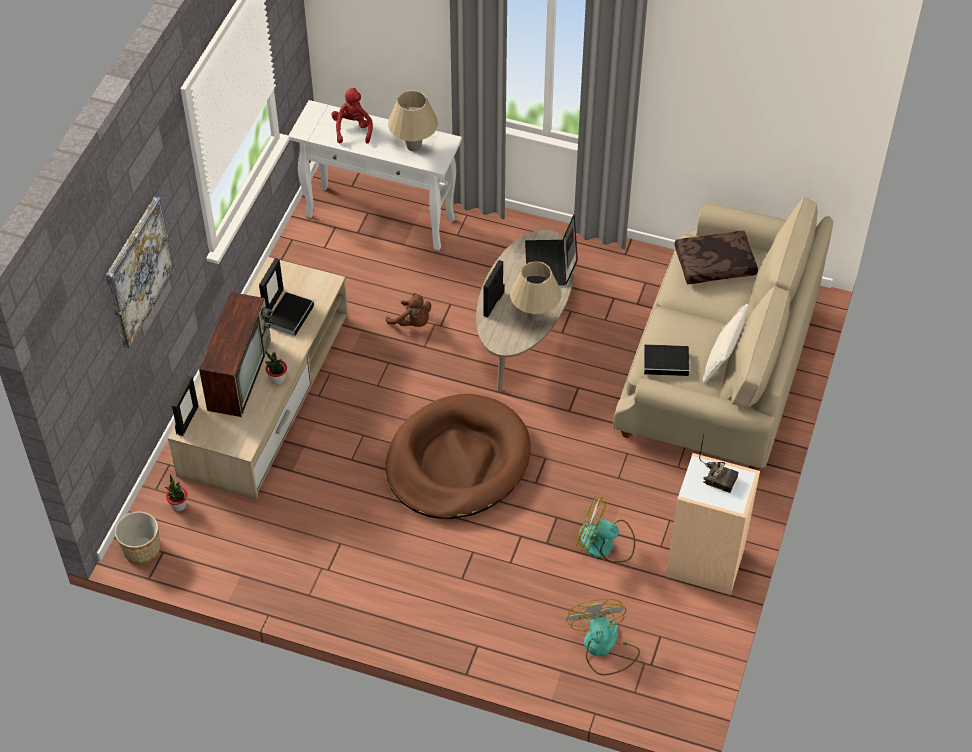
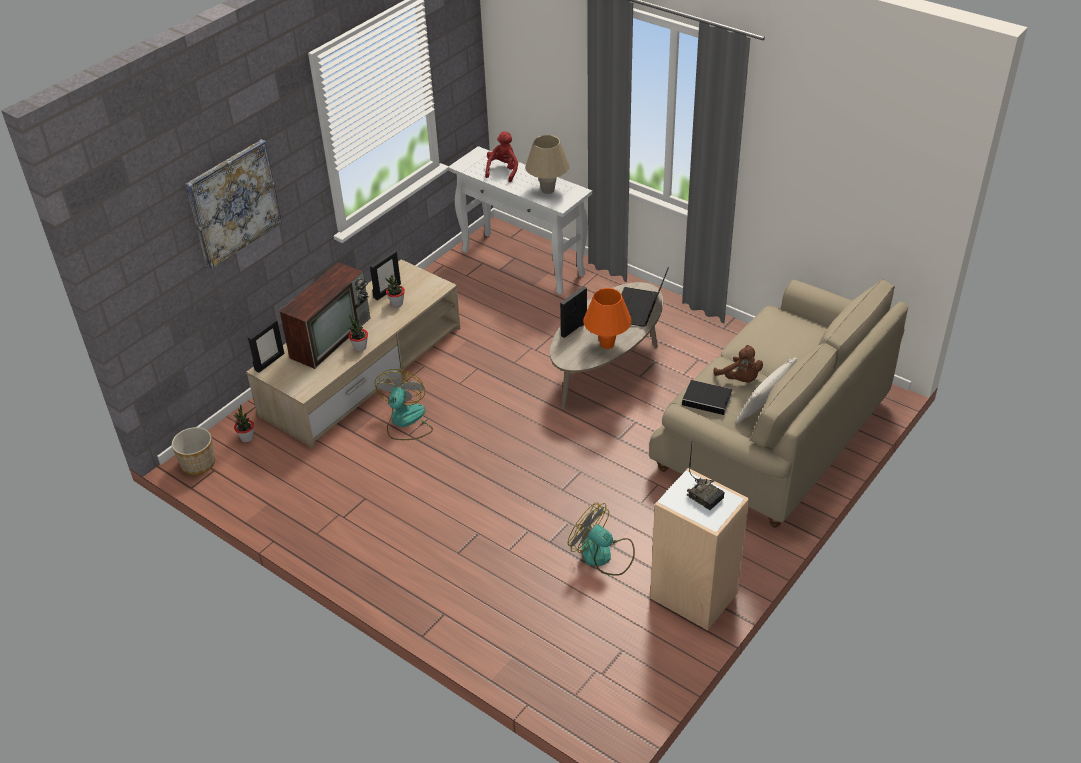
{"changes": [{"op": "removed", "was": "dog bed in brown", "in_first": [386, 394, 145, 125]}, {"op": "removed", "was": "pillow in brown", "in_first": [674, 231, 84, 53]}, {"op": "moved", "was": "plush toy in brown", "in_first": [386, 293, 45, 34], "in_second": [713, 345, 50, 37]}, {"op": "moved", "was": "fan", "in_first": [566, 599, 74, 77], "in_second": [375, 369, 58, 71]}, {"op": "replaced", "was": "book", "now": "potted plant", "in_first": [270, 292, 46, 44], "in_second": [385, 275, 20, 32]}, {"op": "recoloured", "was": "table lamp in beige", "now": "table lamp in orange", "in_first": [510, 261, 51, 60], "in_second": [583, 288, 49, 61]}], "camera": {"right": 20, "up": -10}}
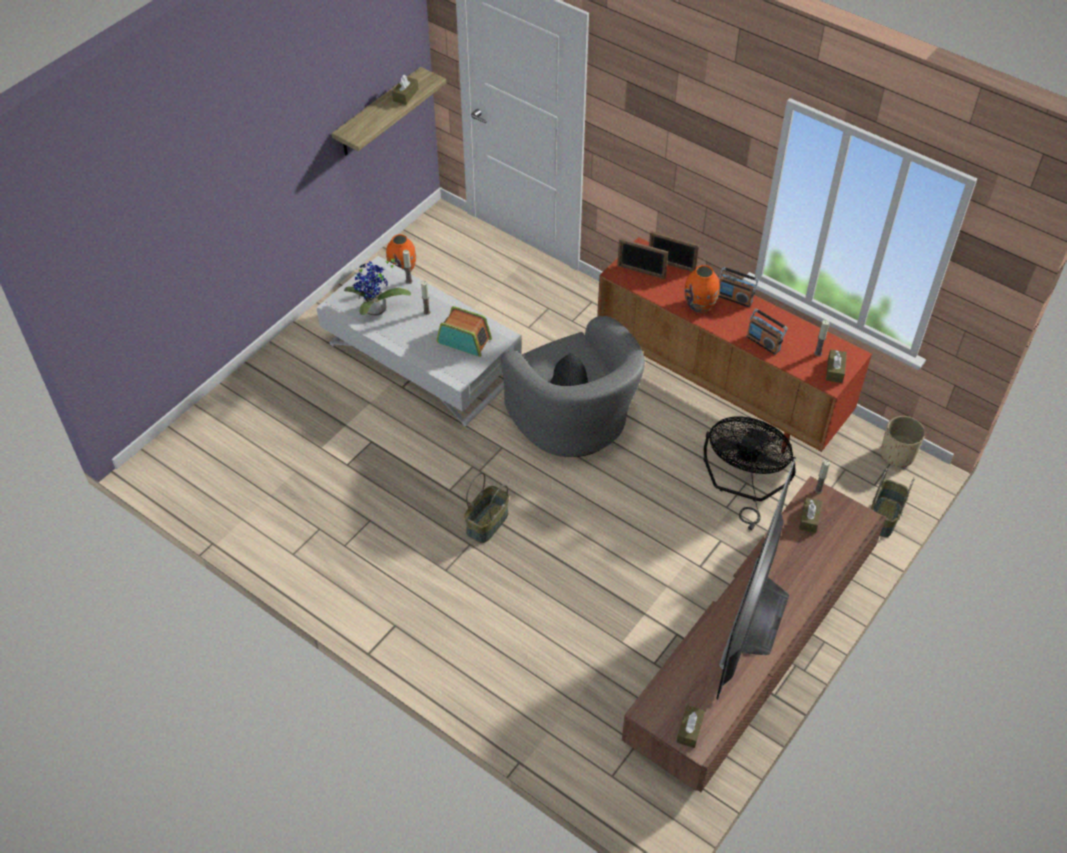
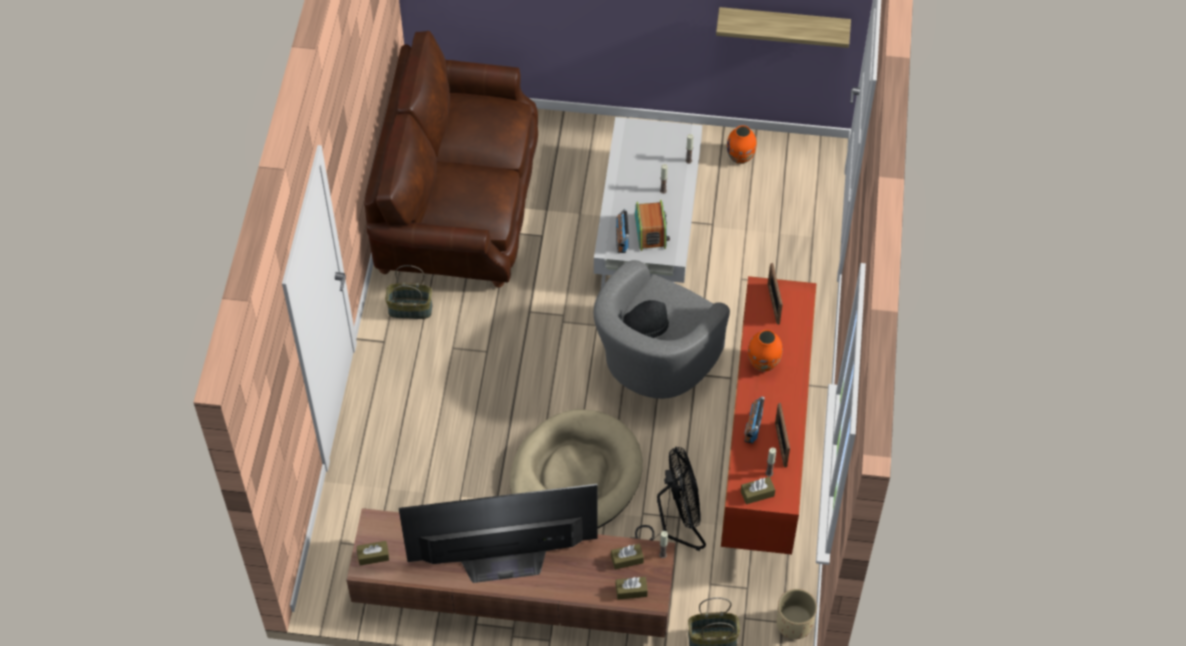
{"changes": [{"op": "removed", "was": "potted plant", "in_first": [344, 259, 67, 57]}, {"op": "added", "now": "sofa in brown", "in_second": [364, 31, 174, 257]}, {"op": "added", "now": "dog bed in beige", "in_second": [510, 409, 133, 120]}, {"op": "moved", "was": "tissue box in brown", "in_first": [392, 75, 26, 30], "in_second": [615, 577, 33, 23]}, {"op": "moved", "was": "basket", "in_first": [464, 473, 45, 70], "in_second": [385, 265, 47, 54]}, {"op": "moved", "was": "picture frame", "in_first": [649, 231, 50, 41], "in_second": [775, 403, 15, 64]}, {"op": "moved", "was": "radio", "in_first": [718, 267, 41, 40], "in_second": [616, 209, 13, 44]}], "camera": {"right": 60, "up": 5}}
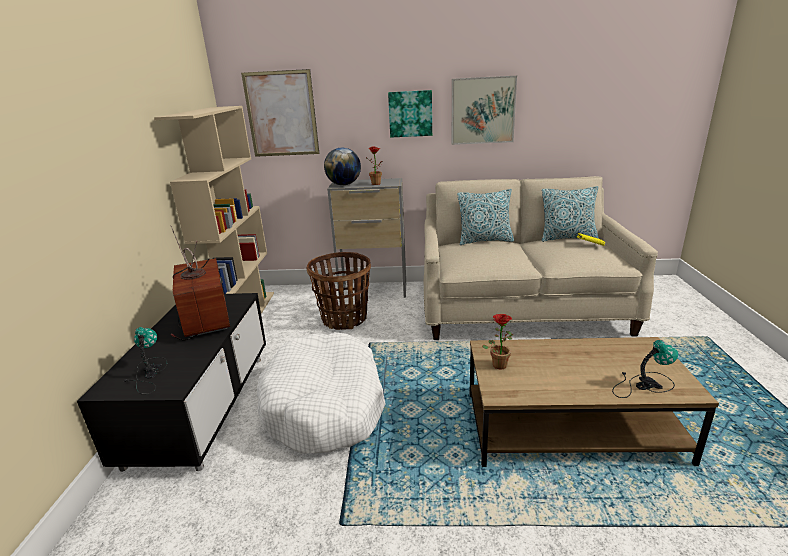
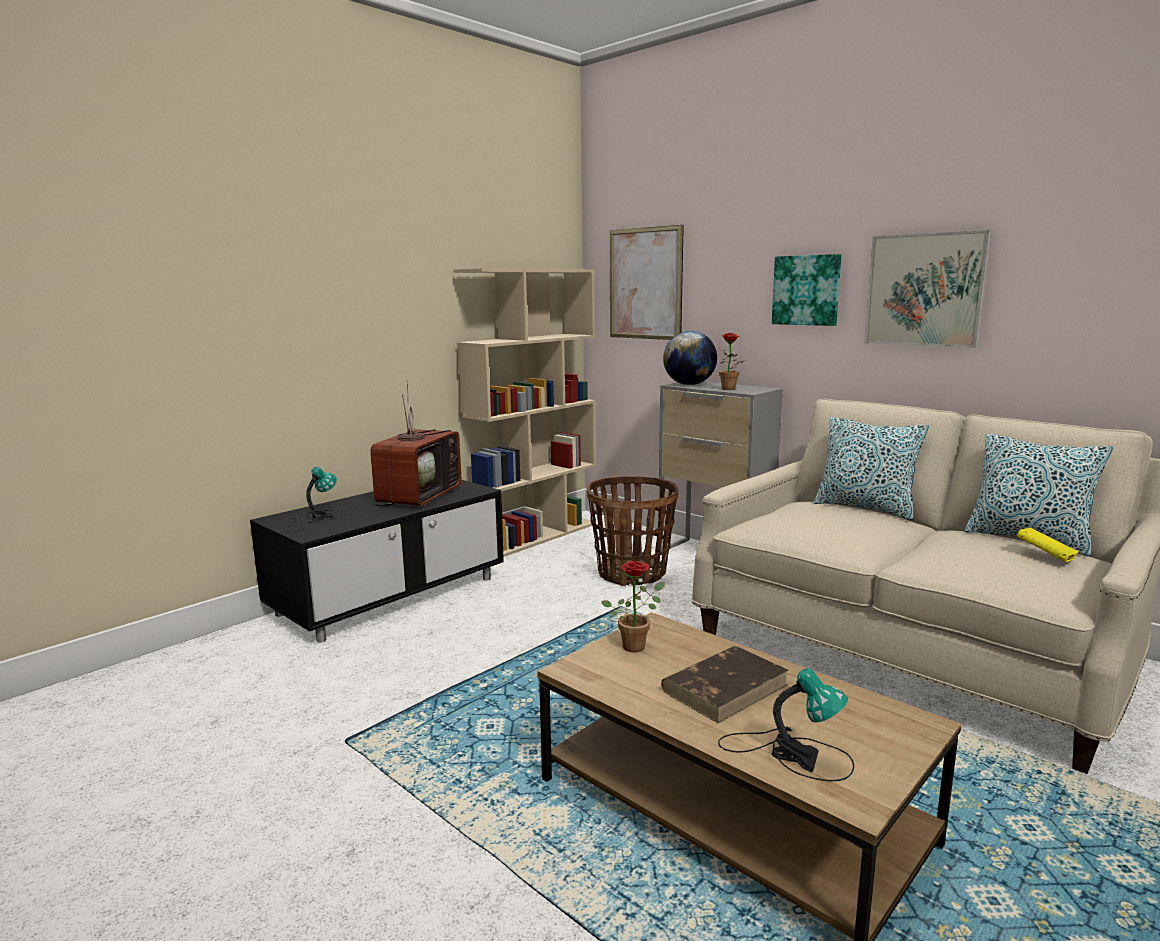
{"changes": [{"op": "removed", "was": "dog bed in white", "in_first": [257, 332, 129, 121]}, {"op": "added", "now": "book in brown", "in_second": [661, 646, 128, 77]}], "camera": {"right": 40, "up": -10}}
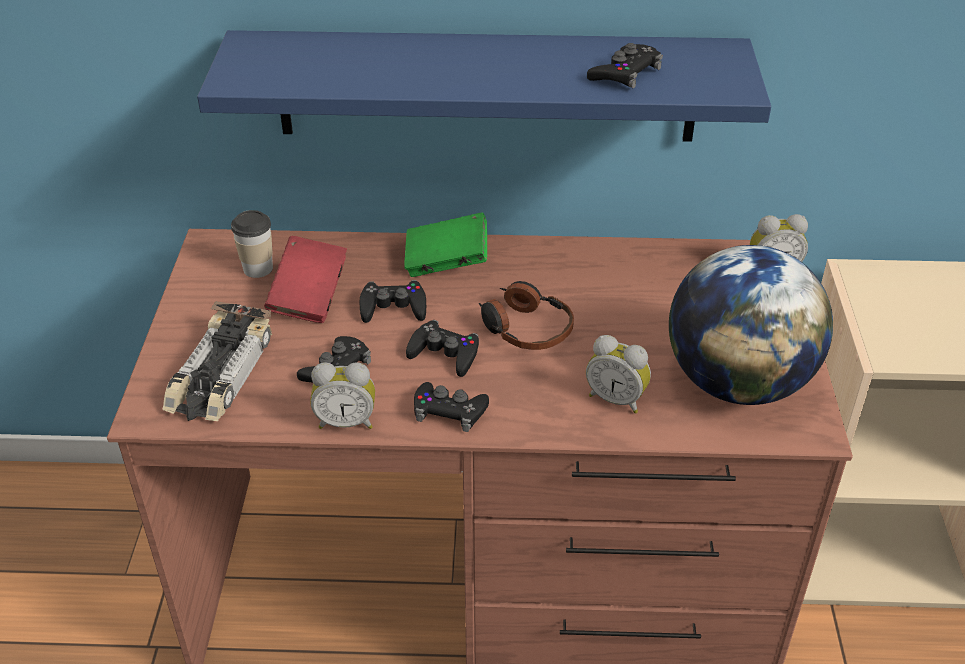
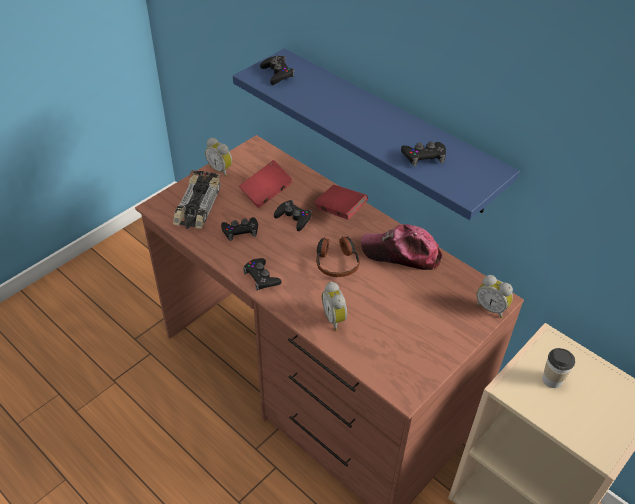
{"changes": [{"op": "removed", "was": "globe", "in_first": [669, 245, 164, 160]}, {"op": "added", "now": "cap", "in_second": [361, 224, 81, 46]}, {"op": "moved", "was": "cup", "in_first": [231, 210, 42, 68], "in_second": [542, 348, 33, 40]}, {"op": "moved", "was": "alarm clock", "in_first": [310, 362, 65, 67], "in_second": [205, 138, 27, 39]}, {"op": "moved", "was": "game controller in black", "in_first": [406, 320, 73, 57], "in_second": [260, 56, 35, 29]}, {"op": "recoloured", "was": "book in green", "now": "book in red", "in_first": [404, 212, 83, 65], "in_second": [314, 185, 54, 35]}, {"op": "turned", "was": "toy car", "in_first": [162, 301, 110, 120], "in_second": [173, 170, 48, 59], "clockwise": -45}], "camera": {"right": 40, "up": 5}}
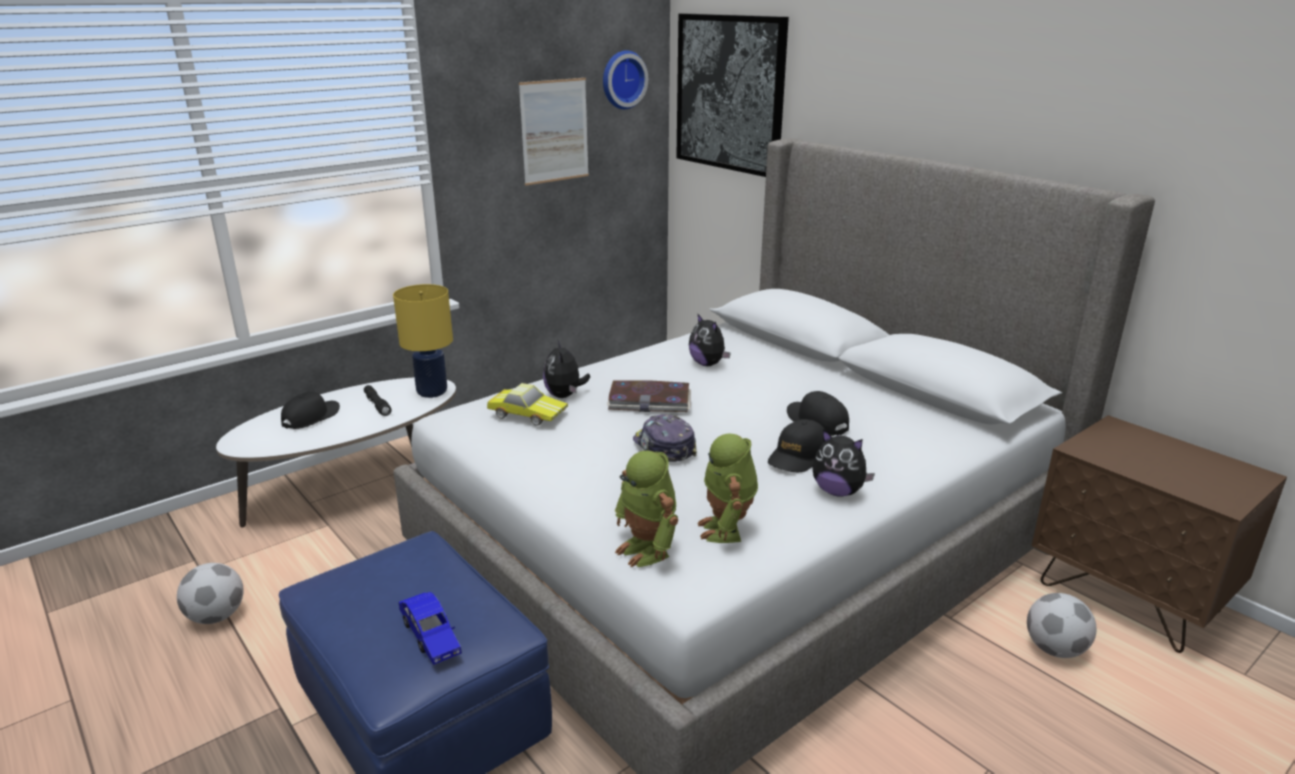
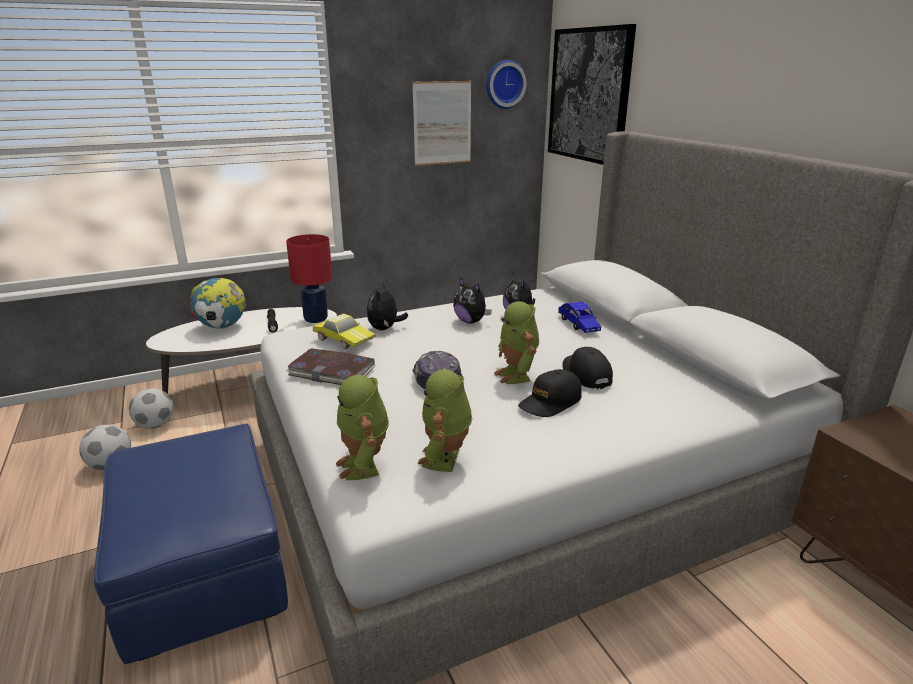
{"changes": [{"op": "added", "now": "toy robot", "in_second": [494, 301, 45, 83]}, {"op": "moved", "was": "toy car in blue", "in_first": [399, 592, 63, 73], "in_second": [558, 302, 43, 31]}, {"op": "moved", "was": "book", "in_first": [607, 380, 84, 32], "in_second": [286, 348, 90, 37]}, {"op": "moved", "was": "plush toy", "in_first": [812, 429, 63, 68], "in_second": [453, 278, 39, 46]}, {"op": "moved", "was": "football", "in_first": [1027, 593, 69, 65], "in_second": [129, 388, 45, 41]}, {"op": "replaced", "was": "cap in black", "now": "globe", "in_first": [281, 392, 59, 37], "in_second": [190, 278, 56, 51]}, {"op": "recoloured", "was": "table lamp in yellow", "now": "table lamp in red", "in_first": [393, 284, 60, 114], "in_second": [286, 234, 47, 89]}], "camera": {"right": 15, "up": 0}}
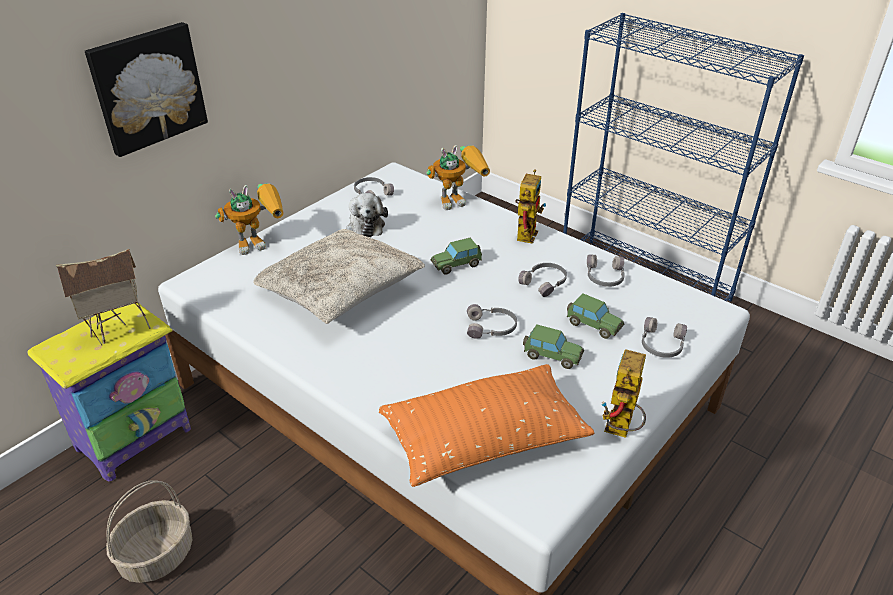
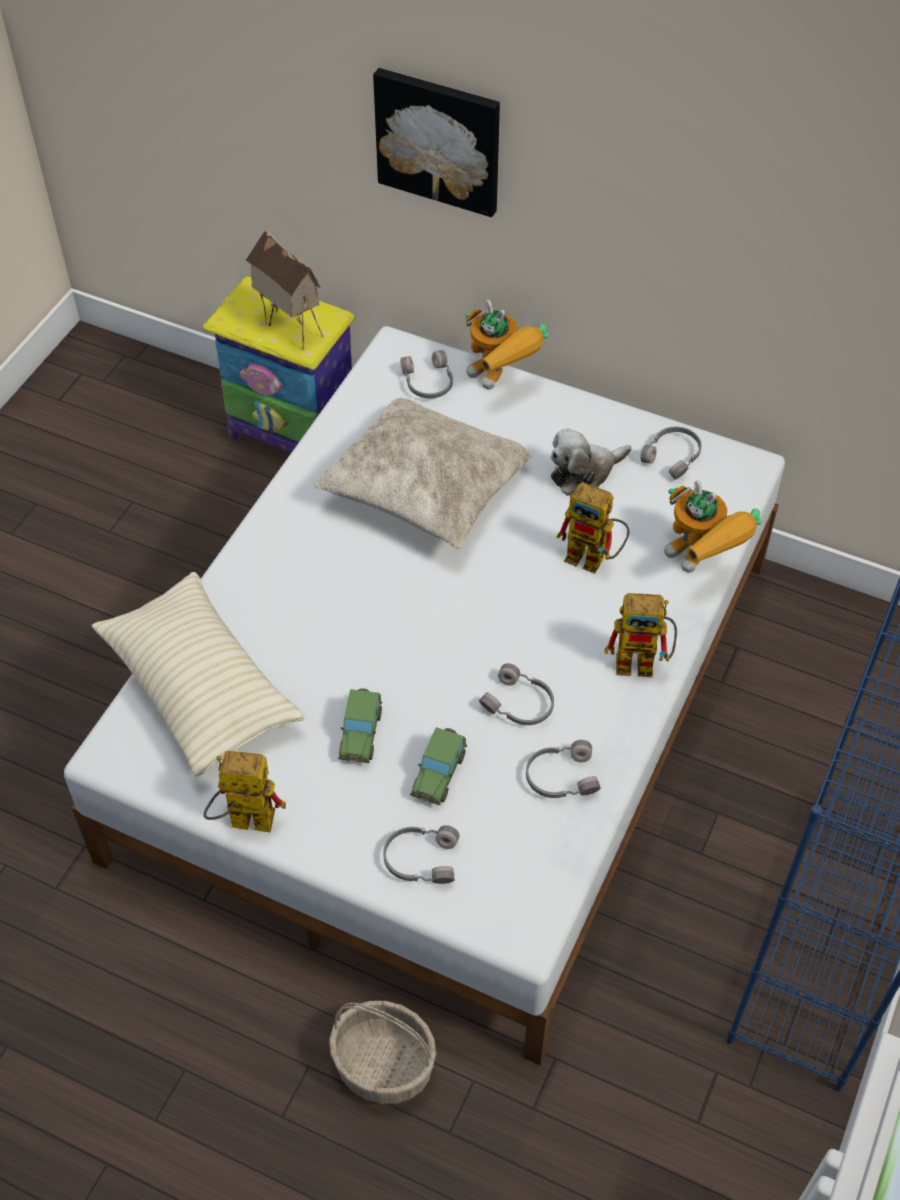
{"changes": [{"op": "removed", "was": "toy car", "in_first": [430, 238, 52, 37]}, {"op": "added", "now": "toy robot", "in_second": [556, 482, 74, 91]}, {"op": "moved", "was": "basket", "in_first": [106, 480, 86, 103], "in_second": [329, 1001, 107, 103]}, {"op": "moved", "was": "headphones in grey", "in_first": [467, 304, 50, 35], "in_second": [400, 350, 53, 48]}, {"op": "recoloured", "was": "pillow in orange", "now": "pillow in beige", "in_first": [379, 364, 215, 123], "in_second": [91, 572, 214, 204]}], "camera": {"right": 75, "up": 15}}
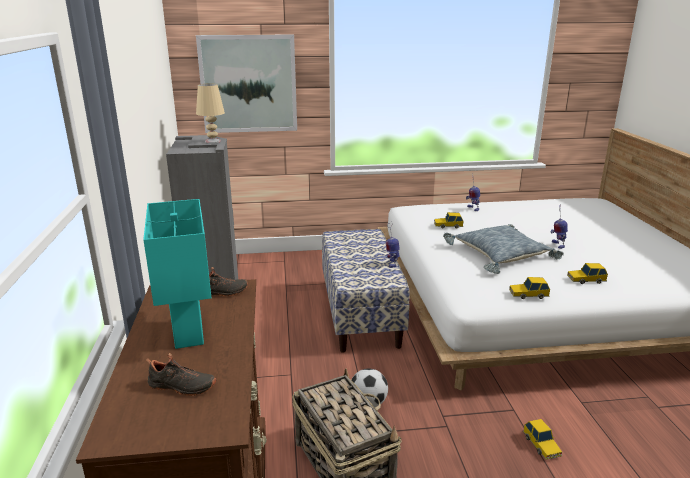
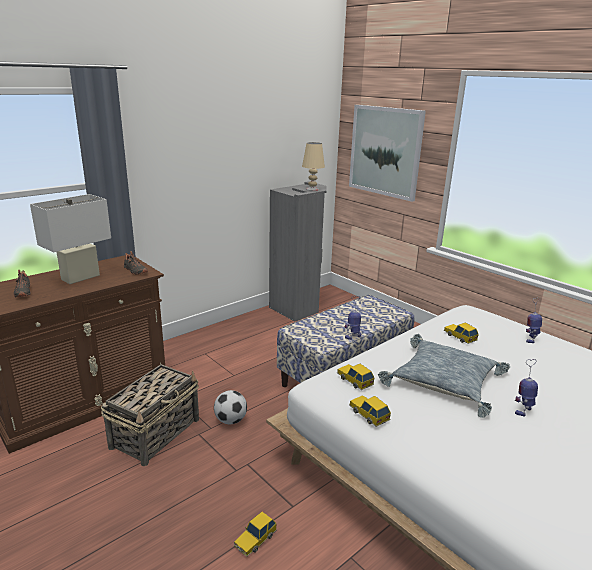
{"changes": [{"op": "moved", "was": "toy car", "in_first": [567, 263, 41, 21], "in_second": [337, 364, 37, 26]}, {"op": "recoloured", "was": "table lamp in turquoise", "now": "table lamp in white", "in_first": [143, 199, 68, 150], "in_second": [30, 194, 81, 90]}], "camera": {"right": 55, "up": 0}}
